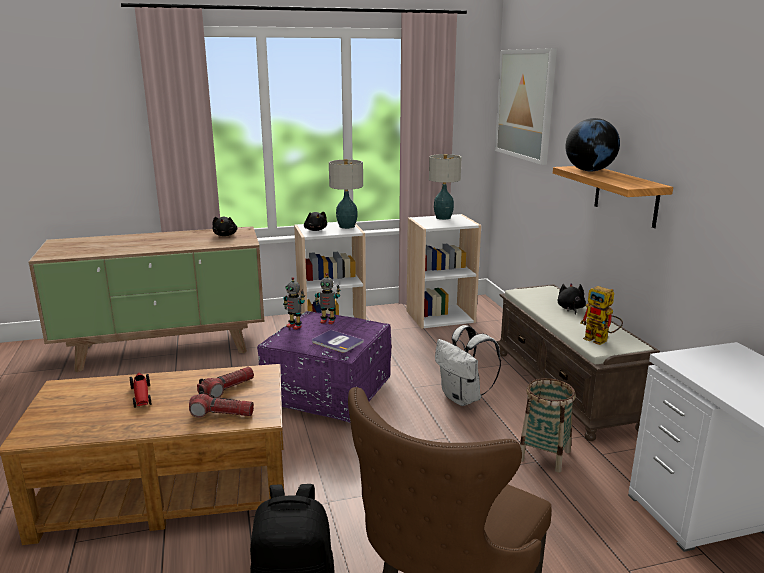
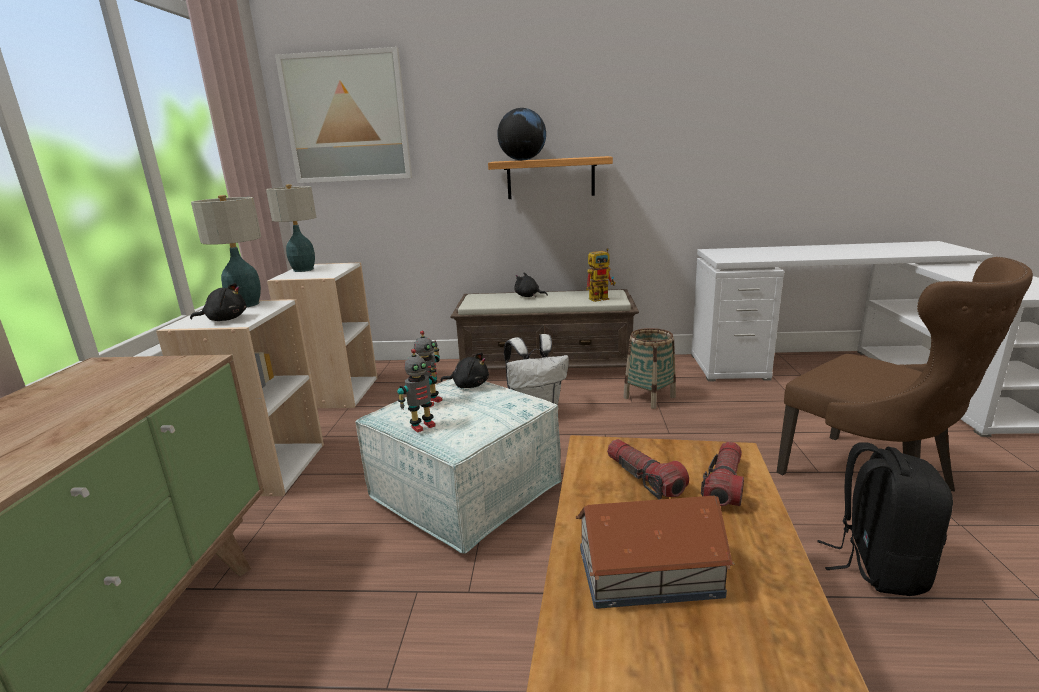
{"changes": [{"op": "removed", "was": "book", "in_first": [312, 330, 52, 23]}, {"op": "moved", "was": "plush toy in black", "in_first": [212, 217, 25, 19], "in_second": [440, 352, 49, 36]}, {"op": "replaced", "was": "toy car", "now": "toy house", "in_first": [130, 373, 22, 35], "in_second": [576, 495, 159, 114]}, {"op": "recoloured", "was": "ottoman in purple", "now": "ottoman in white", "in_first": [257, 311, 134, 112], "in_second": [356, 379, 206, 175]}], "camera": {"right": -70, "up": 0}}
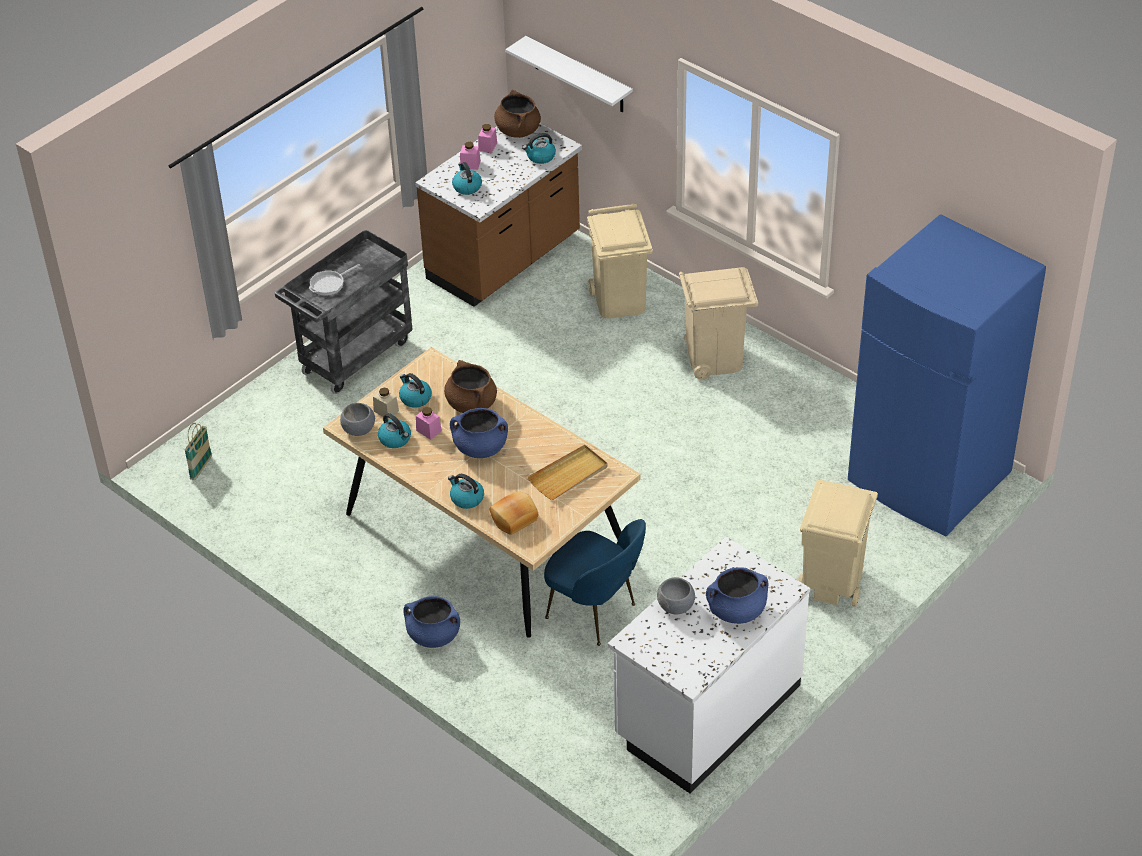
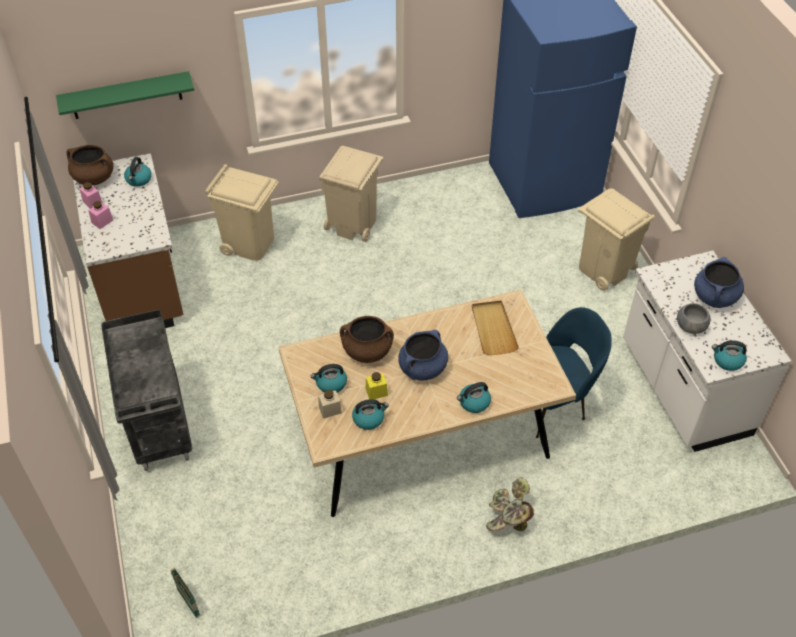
{"changes": [{"op": "removed", "was": "frying pan", "in_first": [309, 264, 51, 32]}, {"op": "removed", "was": "bowl in grey", "in_first": [340, 403, 35, 33]}, {"op": "removed", "was": "bread", "in_first": [490, 491, 48, 44]}, {"op": "moved", "was": "kettle", "in_first": [452, 162, 30, 33], "in_second": [712, 340, 35, 31]}, {"op": "replaced", "was": "cooking pot in blue", "now": "potted plant", "in_first": [403, 596, 57, 52], "in_second": [486, 477, 48, 54]}, {"op": "recoloured", "was": "jar in pink", "now": "jar in yellow", "in_first": [416, 407, 26, 33], "in_second": [366, 372, 22, 27]}, {"op": "recoloured", "was": "shelf in white", "now": "shelf in green", "in_first": [505, 36, 128, 76], "in_second": [56, 71, 138, 48]}], "camera": {"right": -60, "up": 5}}
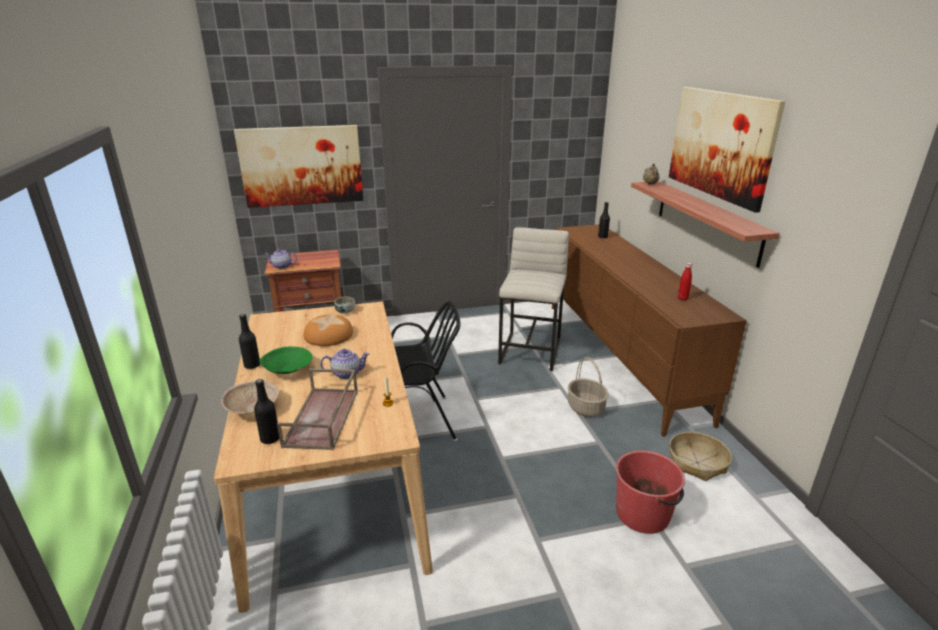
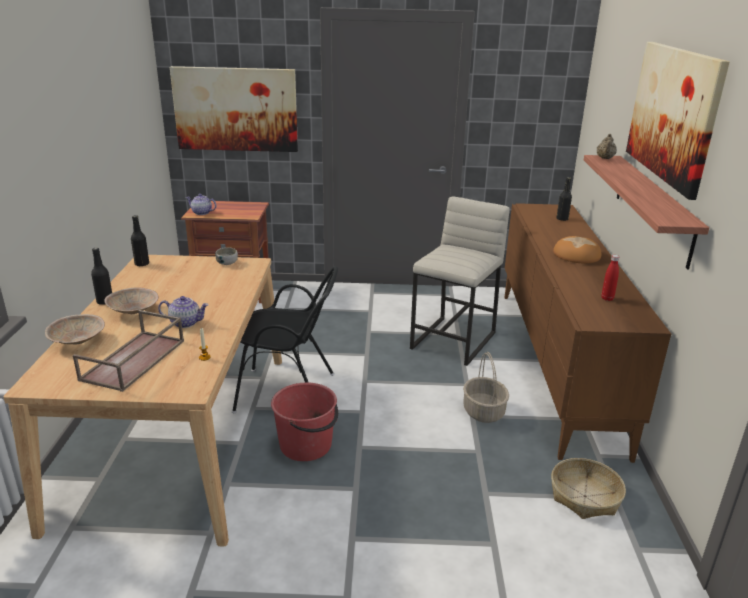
{"changes": [{"op": "moved", "was": "bottle in black", "in_first": [254, 379, 25, 65], "in_second": [131, 215, 18, 51]}, {"op": "moved", "was": "bread", "in_first": [304, 315, 49, 31], "in_second": [553, 236, 48, 27]}, {"op": "moved", "was": "bucket in red", "in_first": [616, 450, 69, 84], "in_second": [271, 383, 67, 78]}, {"op": "recoloured", "was": "bowl in green", "now": "bowl in beige", "in_first": [259, 347, 53, 27], "in_second": [104, 287, 55, 27]}], "camera": {"right": 15, "up": 0}}
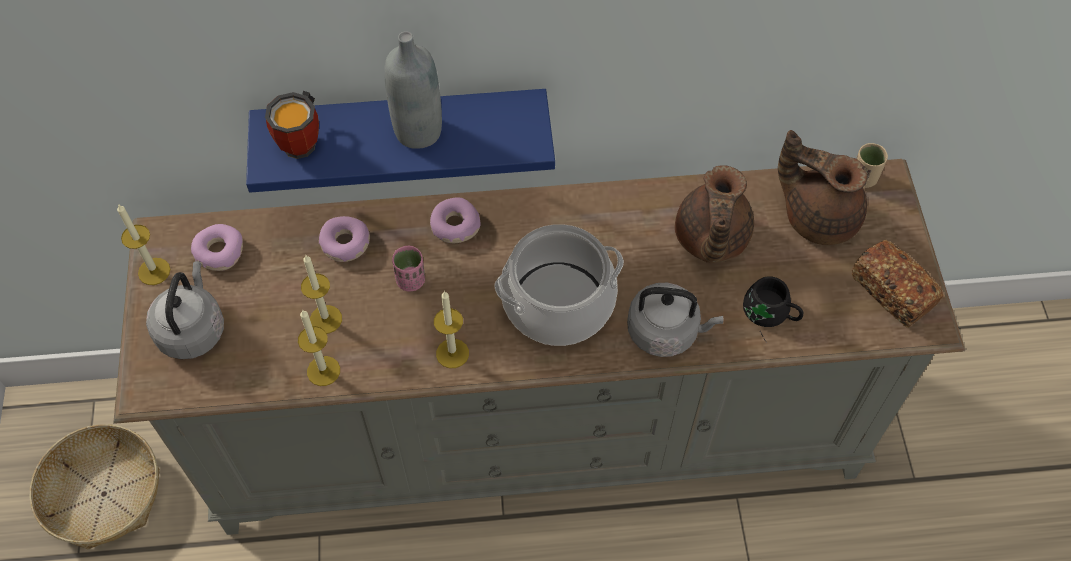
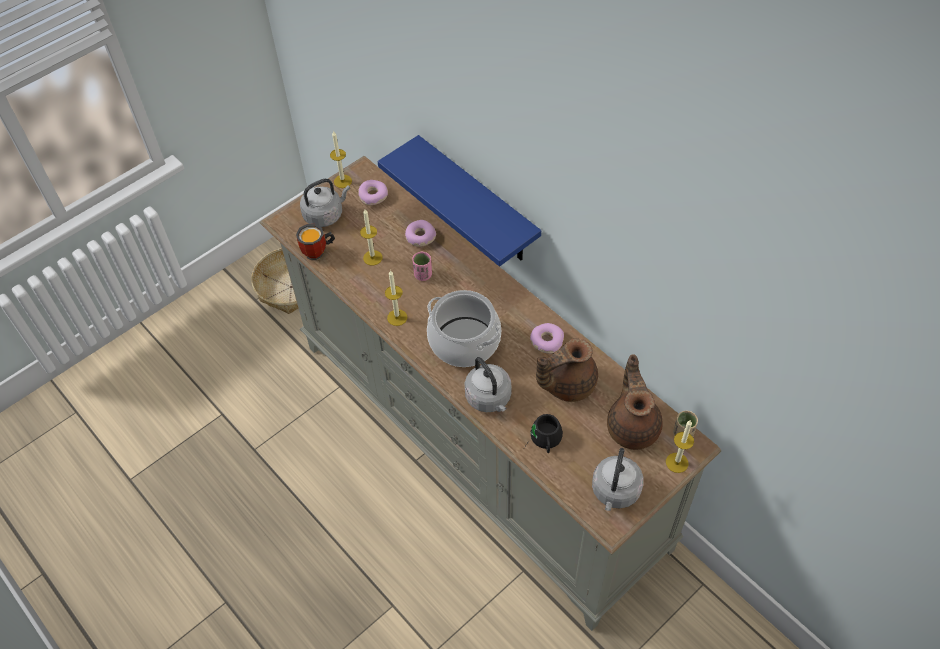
{"changes": [{"op": "removed", "was": "bottle in grey", "in_first": [384, 31, 58, 118]}, {"op": "moved", "was": "mug", "in_first": [265, 91, 54, 68], "in_second": [296, 224, 39, 36]}, {"op": "moved", "was": "candle", "in_first": [298, 309, 42, 77], "in_second": [666, 420, 28, 53]}, {"op": "moved", "was": "donut", "in_first": [430, 197, 51, 46], "in_second": [530, 323, 34, 31]}, {"op": "replaced", "was": "bread", "now": "kettle in grey", "in_first": [852, 240, 91, 88], "in_second": [592, 448, 52, 63]}], "camera": {"right": 55, "up": -5}}
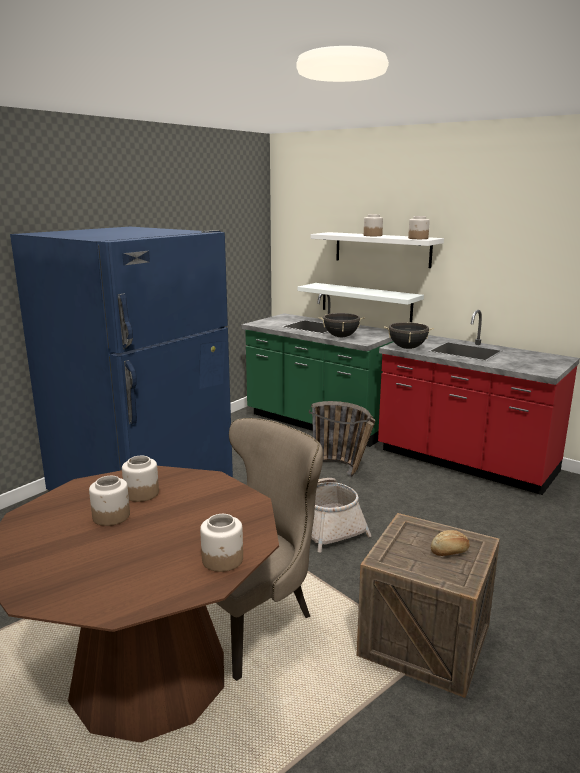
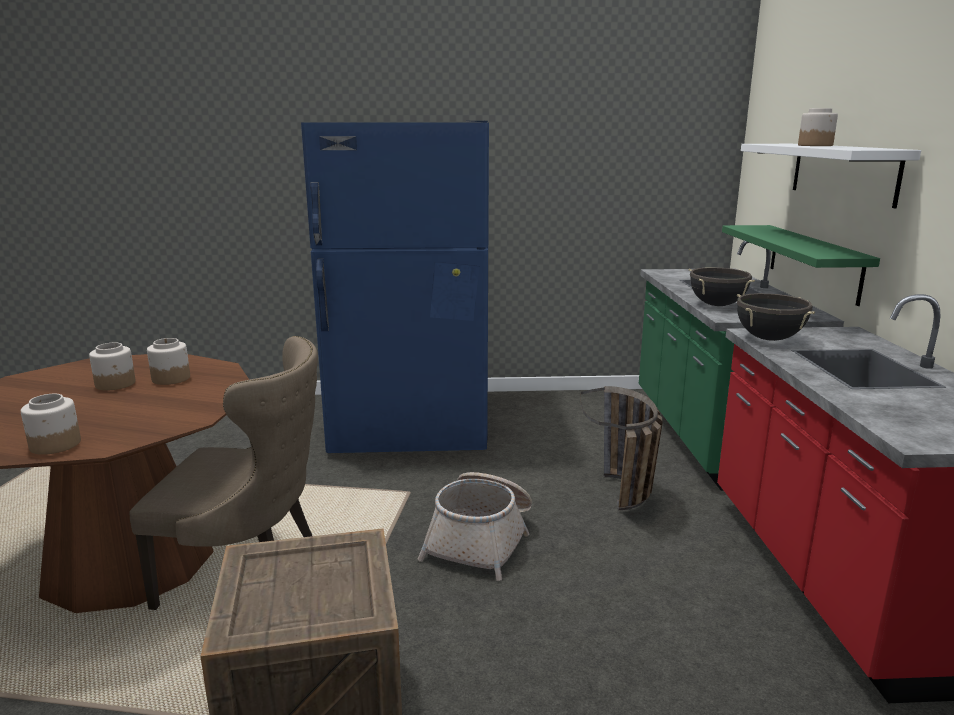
{"changes": [{"op": "removed", "was": "jar", "in_first": [408, 216, 22, 23]}, {"op": "removed", "was": "bread", "in_first": [431, 530, 39, 26]}, {"op": "recoloured", "was": "shelf in white", "now": "shelf in green", "in_first": [298, 283, 126, 39], "in_second": [722, 225, 158, 81]}], "camera": {"right": 50, "up": 0}}
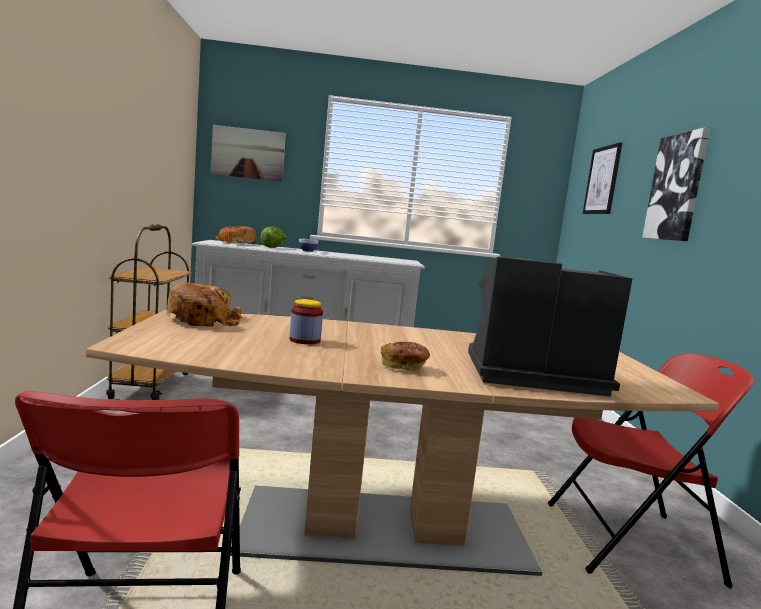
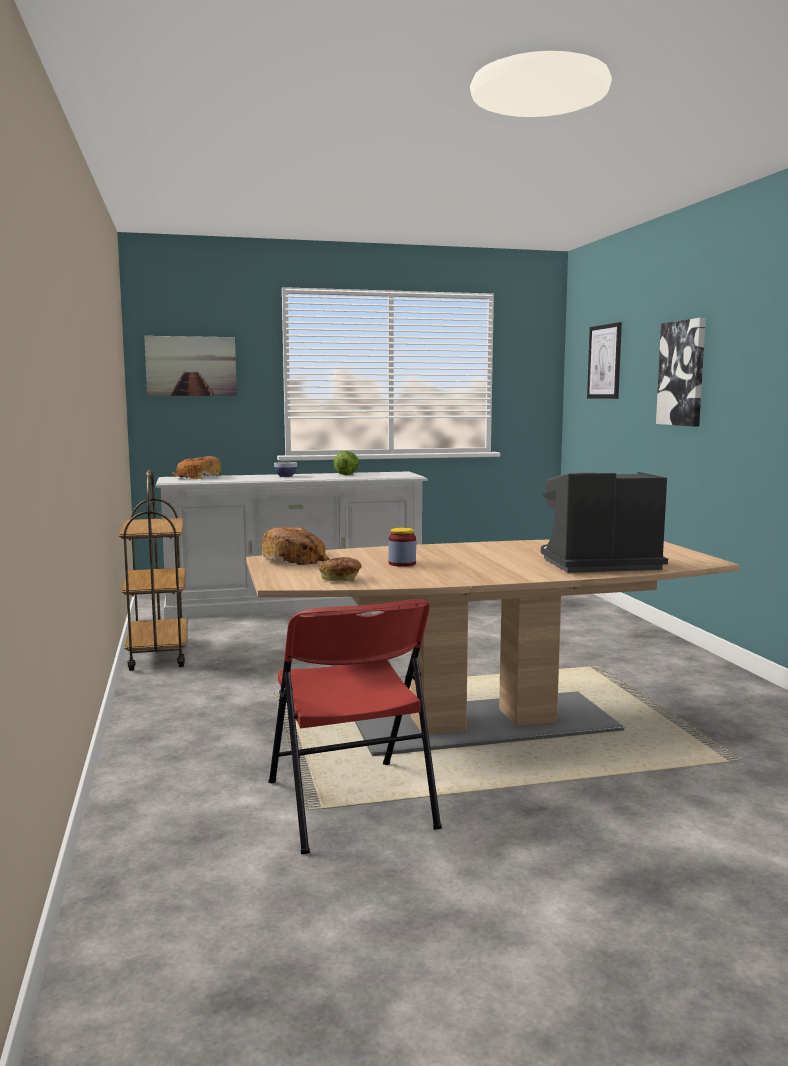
{"changes": [{"op": "removed", "was": "chair in red", "in_first": [548, 354, 206, 234]}, {"op": "moved", "was": "lettuce", "in_first": [261, 227, 25, 21], "in_second": [334, 451, 25, 24]}, {"op": "moved", "was": "bread", "in_first": [381, 342, 49, 29], "in_second": [319, 557, 43, 24]}], "camera": {"right": -10, "up": 0}}
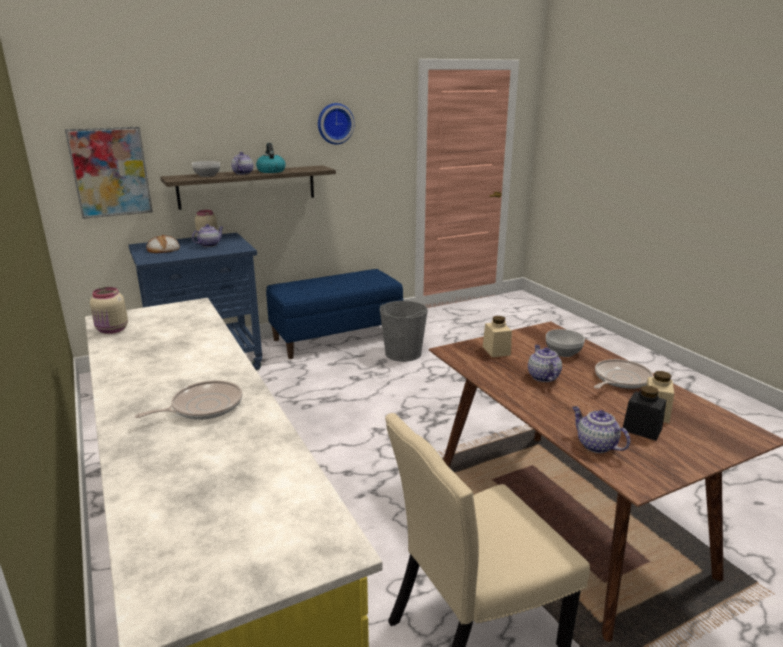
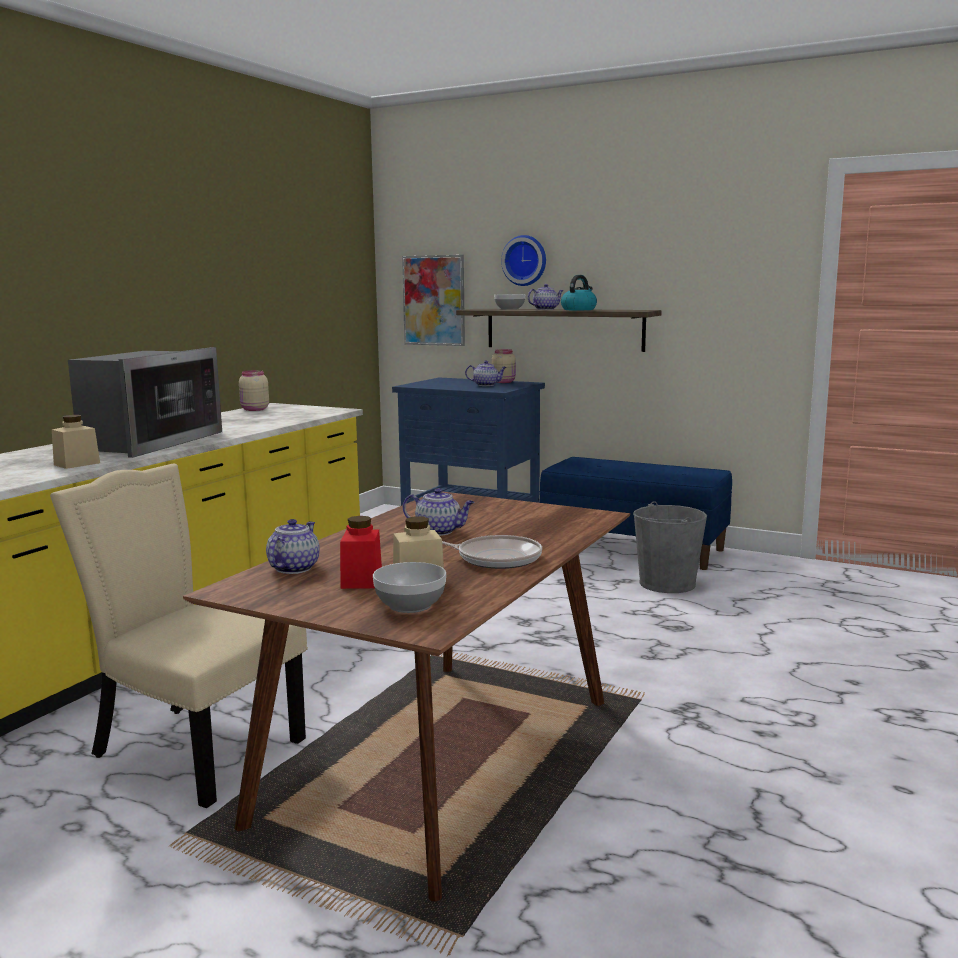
{"changes": [{"op": "removed", "was": "bread", "in_first": [146, 235, 34, 18]}, {"op": "moved", "was": "wall clock", "in_first": [318, 103, 37, 41], "in_second": [501, 235, 45, 51]}, {"op": "moved", "was": "jar in beige", "in_first": [483, 316, 29, 41], "in_second": [52, 415, 48, 54]}, {"op": "moved", "was": "bowl", "in_first": [546, 329, 39, 28], "in_second": [373, 562, 73, 51]}, {"op": "replaced", "was": "frying pan", "now": "microwave", "in_first": [135, 380, 108, 40], "in_second": [68, 347, 154, 111]}, {"op": "recoloured", "was": "jar in black", "now": "jar in red", "in_first": [623, 385, 43, 56], "in_second": [340, 516, 42, 73]}, {"op": "turned", "was": "teapot", "in_first": [528, 345, 34, 37], "in_second": [403, 488, 71, 48], "clockwise": 60}], "camera": {"right": 55, "up": -10}}
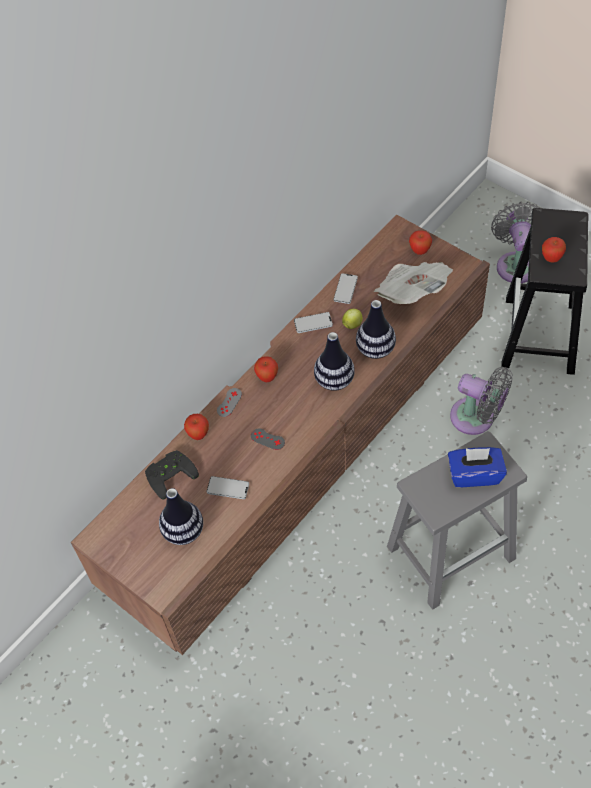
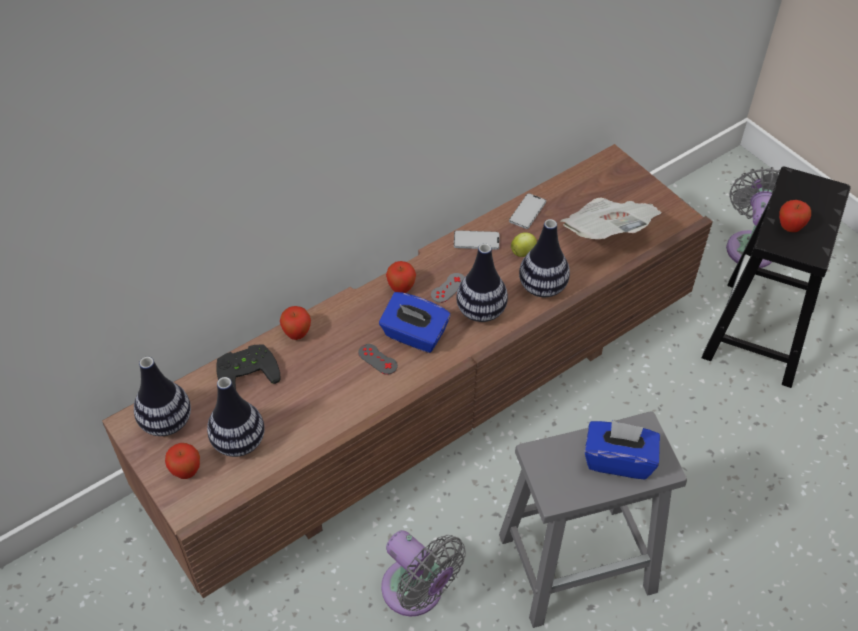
{"changes": [{"op": "removed", "was": "phone", "in_first": [206, 476, 43, 23]}, {"op": "added", "now": "vase", "in_second": [134, 357, 57, 79]}, {"op": "added", "now": "tissue box in blue", "in_second": [379, 292, 71, 61]}, {"op": "moved", "was": "game controller in grey", "in_first": [217, 388, 25, 29], "in_second": [431, 273, 34, 30]}, {"op": "moved", "was": "apple", "in_first": [409, 230, 23, 25], "in_second": [165, 443, 35, 36]}, {"op": "moved", "was": "fan in grey", "in_first": [450, 367, 63, 68], "in_second": [381, 530, 85, 87]}], "camera": {"right": 10, "up": -5}}
